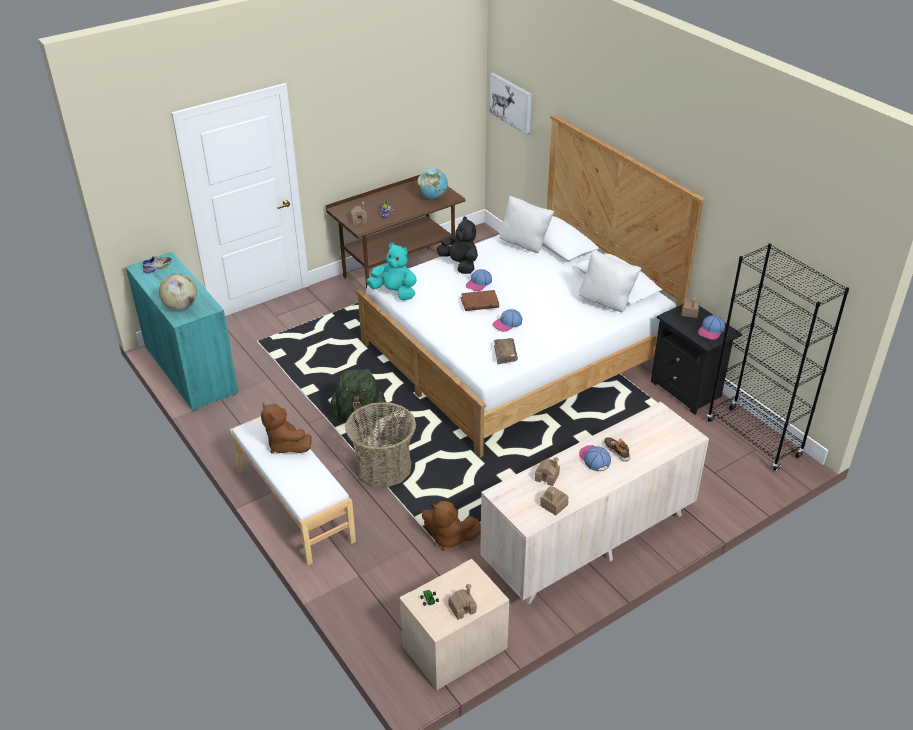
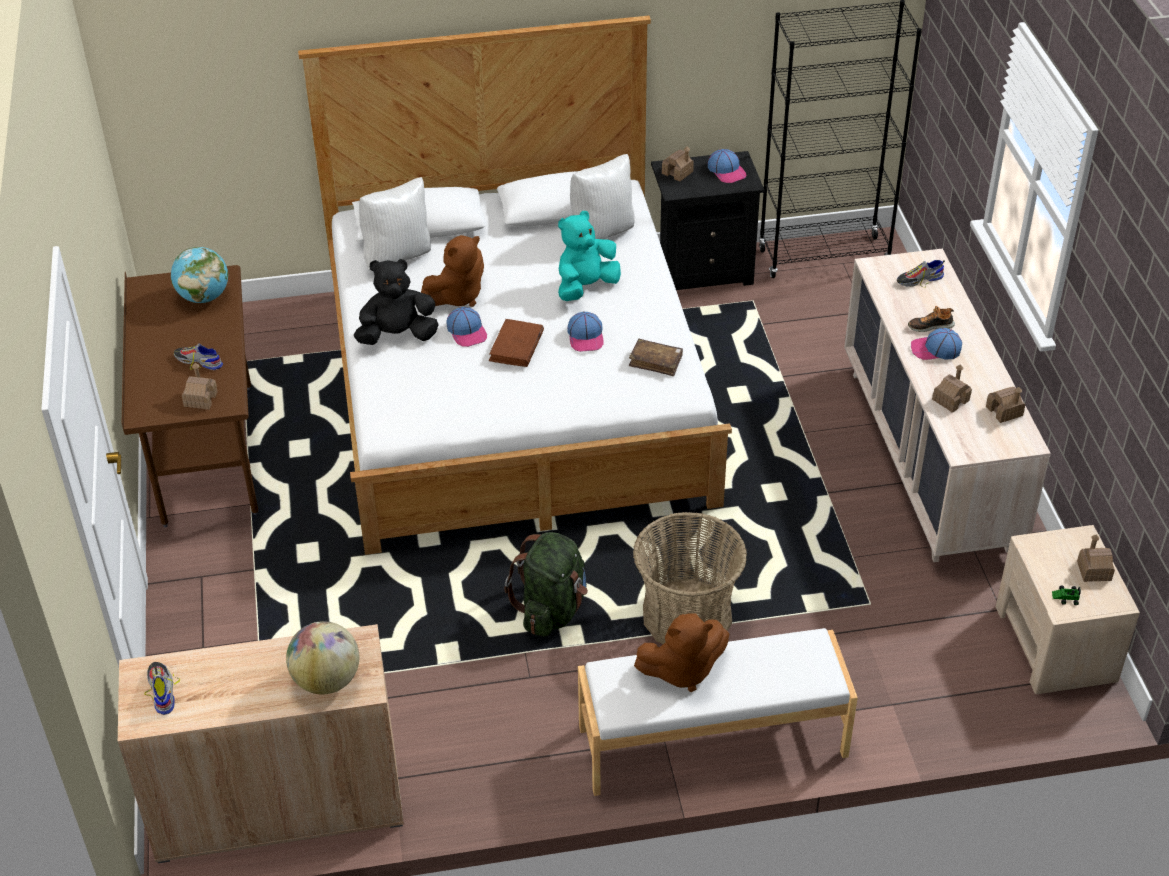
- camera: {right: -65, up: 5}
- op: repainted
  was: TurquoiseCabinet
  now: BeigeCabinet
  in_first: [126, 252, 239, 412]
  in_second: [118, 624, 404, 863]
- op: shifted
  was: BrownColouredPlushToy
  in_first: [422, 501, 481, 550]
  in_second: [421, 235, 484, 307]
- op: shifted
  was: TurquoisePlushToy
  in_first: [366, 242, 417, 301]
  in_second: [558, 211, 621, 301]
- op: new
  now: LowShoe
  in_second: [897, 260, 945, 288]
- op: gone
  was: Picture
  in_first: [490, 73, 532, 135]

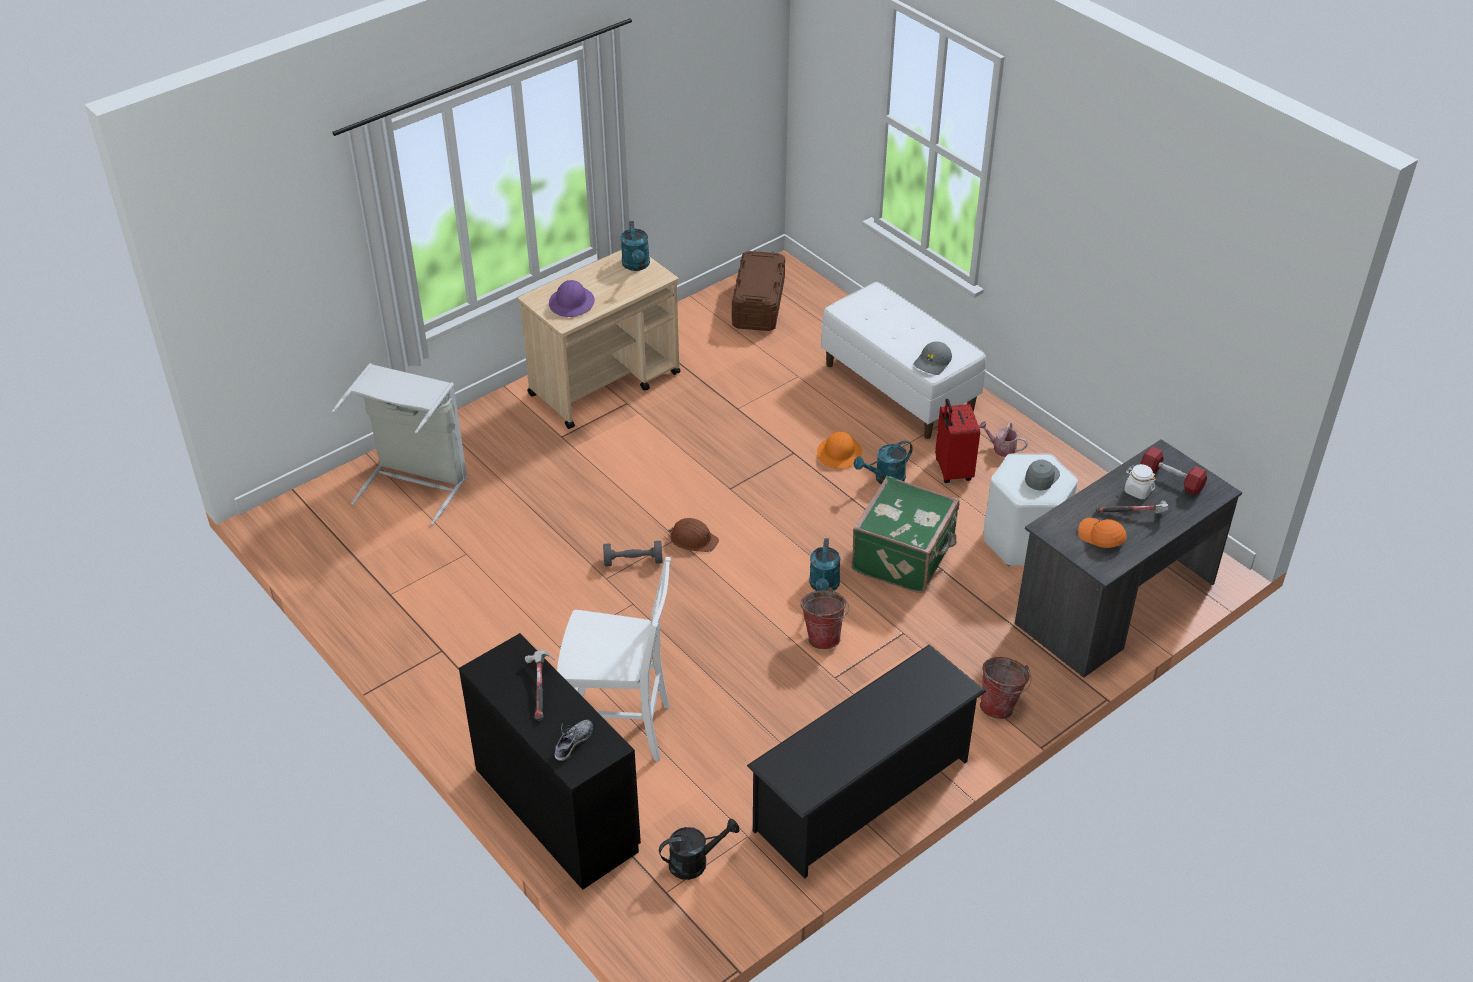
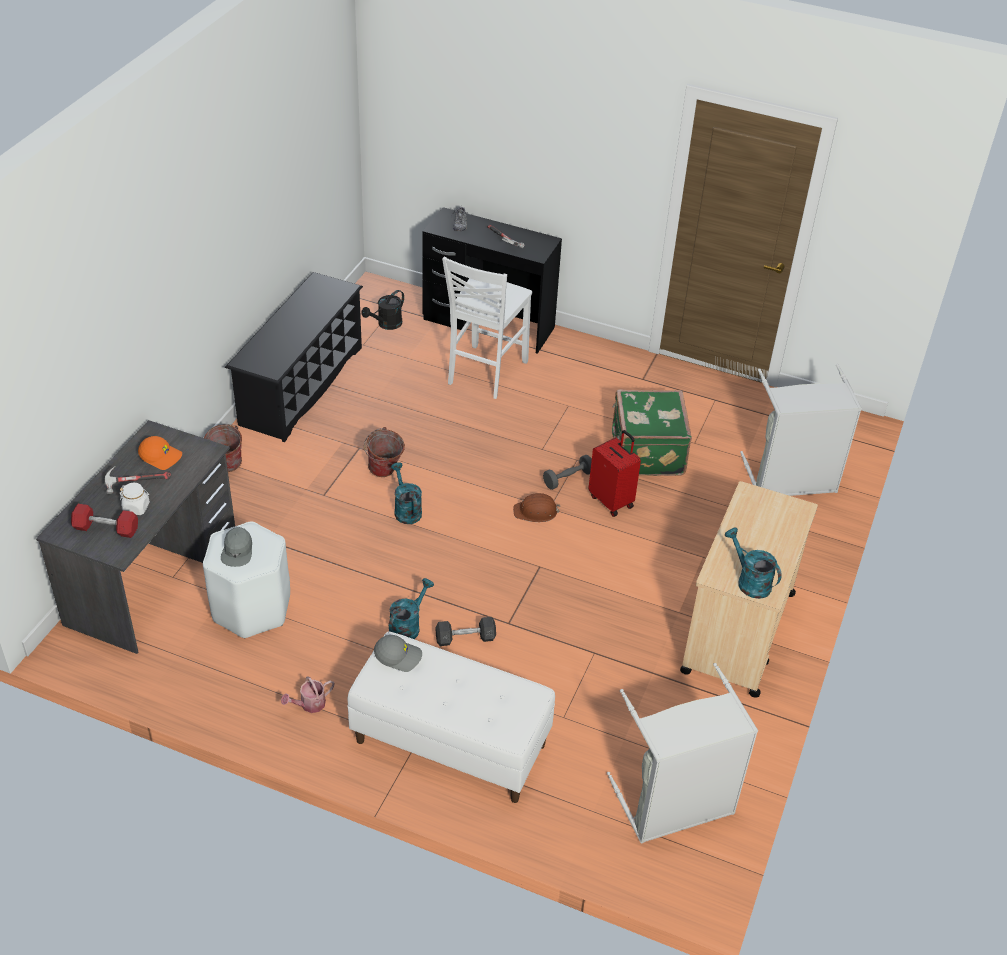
- camera: {right: 150, up: 0}
- op: rotated
  was: SprinklingCan
  in_first: [979, 421, 1028, 457]
  in_second: [281, 676, 334, 713]
  clockwise: 150
- op: rotated
  was: GreyCap
  in_first: [913, 341, 952, 375]
  in_second: [374, 635, 422, 672]
  clockwise: 90
- op: swapped
  was: OrangeHardHat
  now: GreyFreeWeight
  in_first: [817, 431, 862, 469]
  in_second: [435, 617, 496, 646]
- op: rotated
  was: WhitishChair
  in_first: [557, 557, 671, 761]
  in_second: [442, 256, 532, 399]
  clockwise: -45
- op: shifted
  was: RedColouredSuitcase
  in_first: [935, 399, 980, 483]
  in_second: [589, 430, 641, 517]
- op: swapped
  was: BrownColouredStorageBox
  now: GreyHamper
  in_first: [732, 250, 785, 331]
  in_second: [607, 663, 758, 843]
- op: shifted
  was: GreenColouredSuitcase
  in_first: [851, 476, 960, 593]
  in_second: [612, 389, 692, 476]
- op: gone
  was: PurplishHardHat
  in_first: [549, 280, 595, 317]

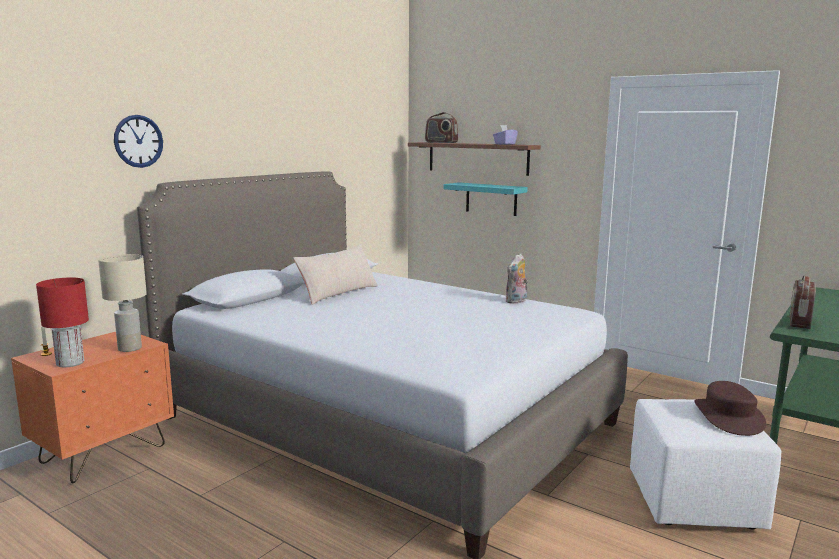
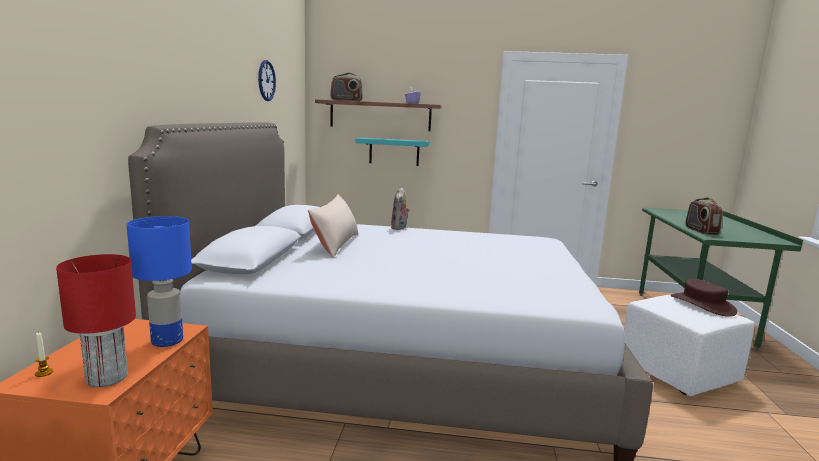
- camera: {right: -30, up: 0}
- op: repainted
  was: BeigeTableLamp
  now: BluishTableLamp
  in_first: [98, 254, 147, 352]
  in_second: [127, 216, 192, 347]
- op: shifted
  was: WallClock
  in_first: [114, 115, 163, 168]
  in_second: [258, 60, 276, 101]
- op: shifted
  was: PlushToy
  in_first: [506, 253, 528, 304]
  in_second: [391, 187, 410, 230]

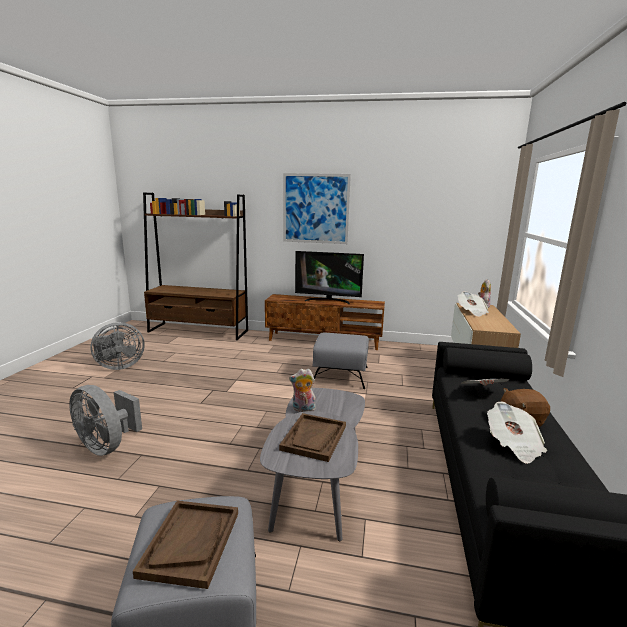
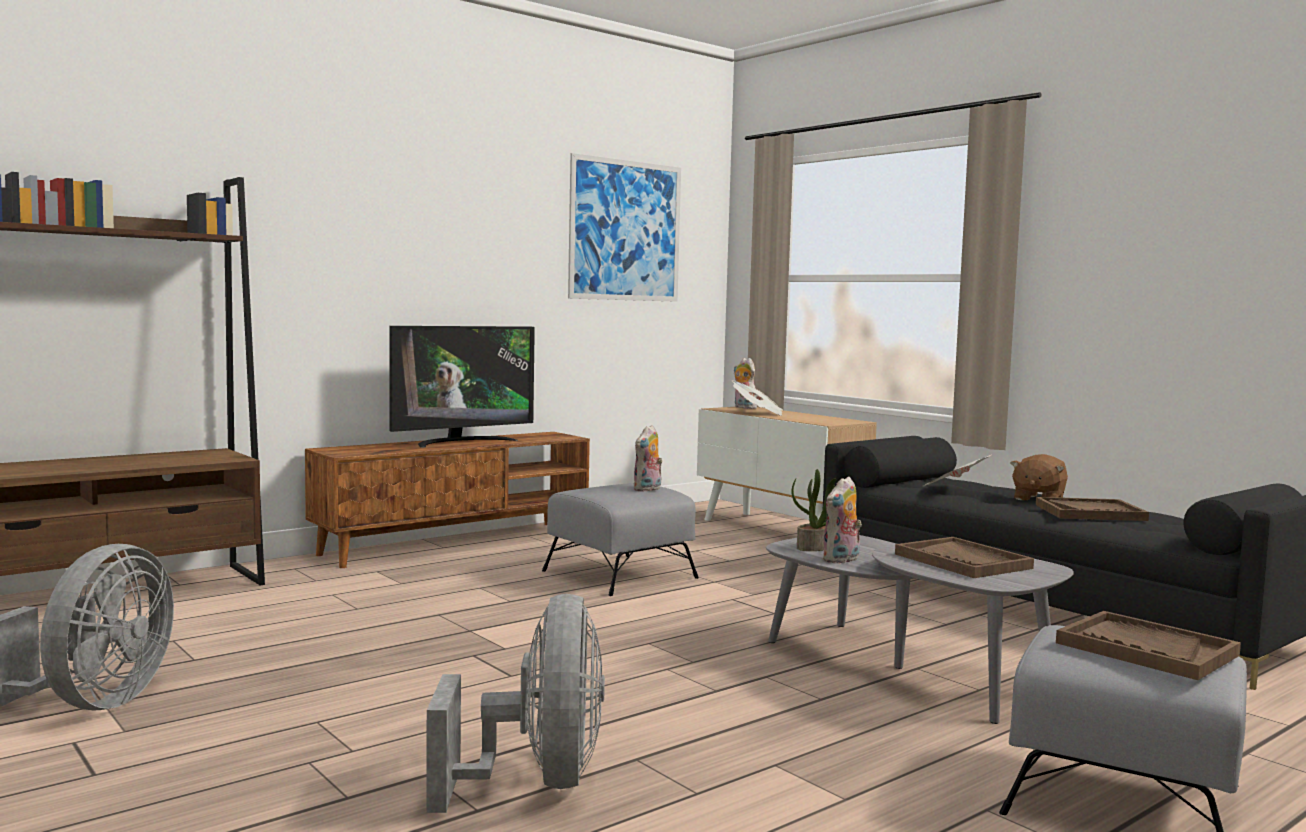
- camera: {right: -50, up: -10}
- op: rotated
  was: GreyElectricFan
  in_first: [69, 385, 142, 456]
  in_second: [426, 594, 605, 813]
  clockwise: -75
- op: shifted
  was: Picture
  in_first: [283, 173, 351, 244]
  in_second: [568, 153, 681, 302]
- op: new
  now: PlushToy
  in_second: [633, 425, 663, 492]
- op: new
  now: PottedPlant
  in_second: [791, 469, 836, 551]
- op: swapped
  was: Newspaper
  now: BrownColouredCarryingTray
  in_first: [487, 401, 547, 464]
  in_second: [1036, 497, 1149, 521]

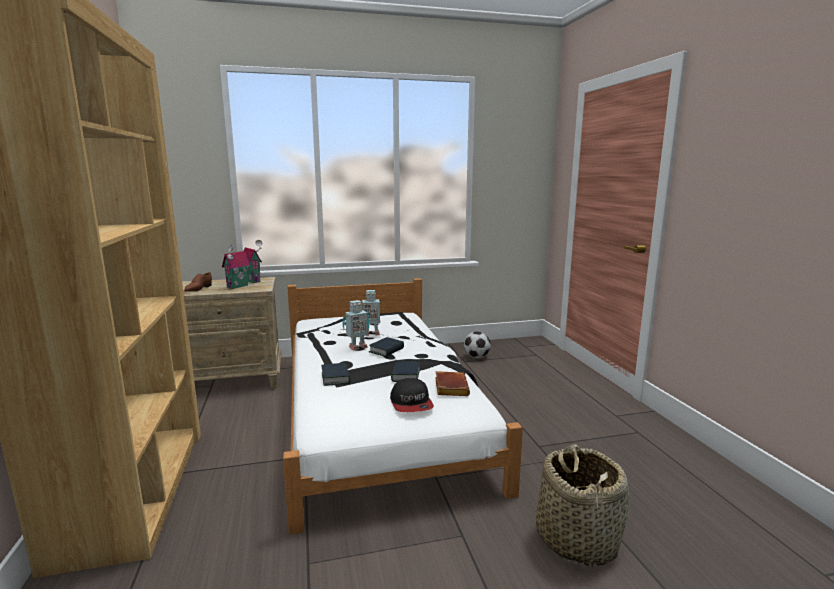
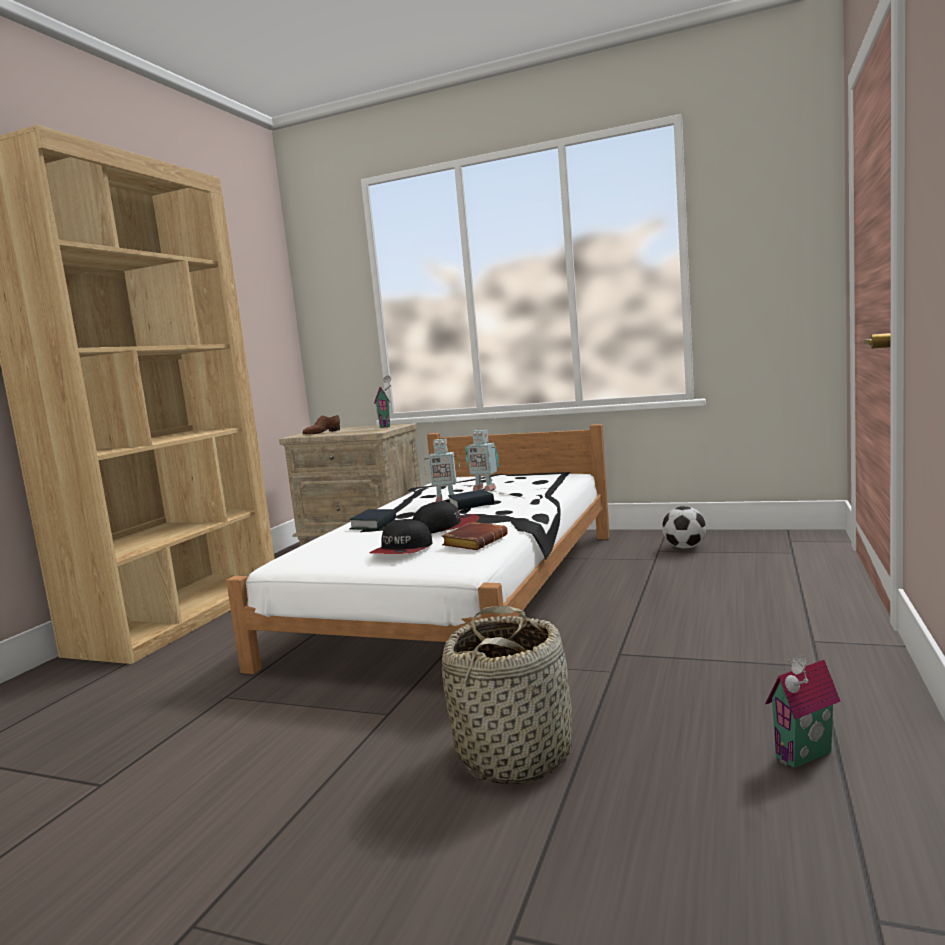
- camera: {right: 35, up: -5}
- op: swapped
  was: BoundBook
  now: Cap
  in_first: [391, 362, 420, 382]
  in_second: [413, 501, 479, 534]
- op: shifted
  was: MiniatureHouse
  in_first: [222, 245, 250, 289]
  in_second: [765, 655, 841, 768]

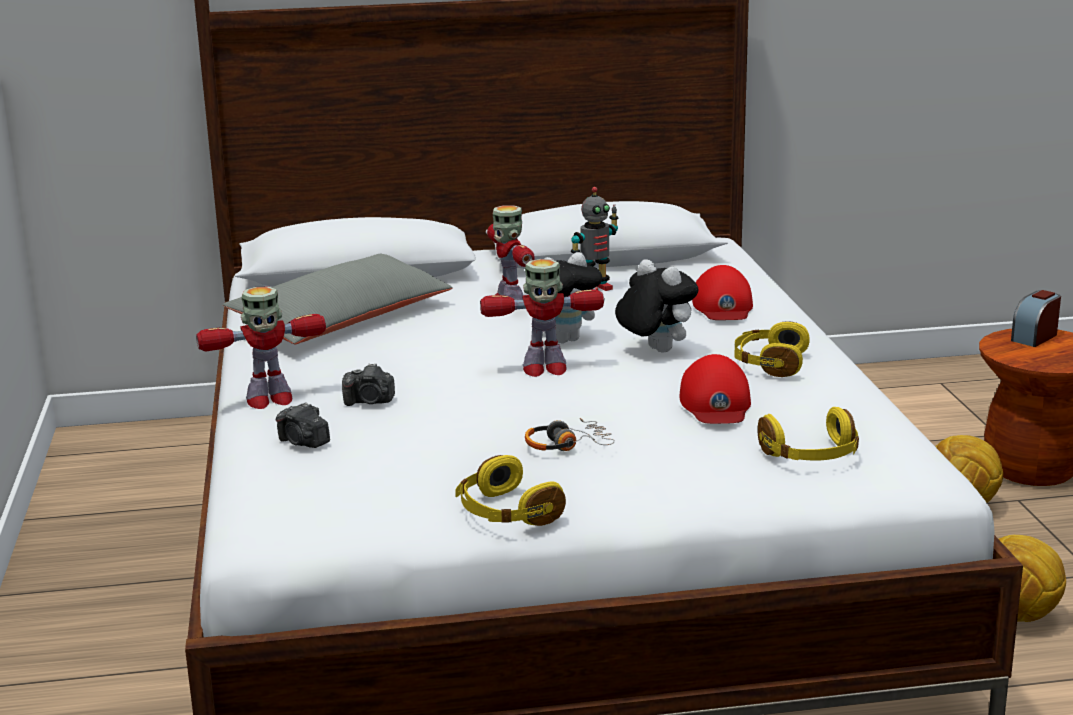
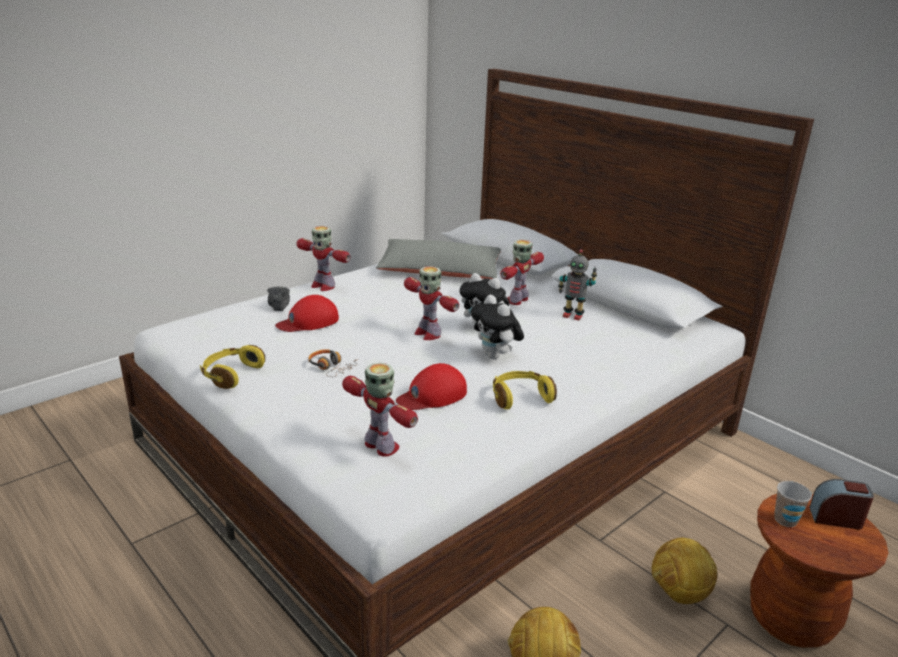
- camera: {right: 55, up: 5}
- op: shifted
  was: RedColouredCap
  in_first: [692, 265, 753, 320]
  in_second: [275, 295, 339, 332]
- op: swapped
  was: YellowishHeadphones
  now: ModelRobot
  in_first: [758, 407, 859, 461]
  in_second: [342, 362, 418, 457]
- op: rotated
  was: PlushToy
  in_first: [615, 259, 698, 352]
  in_second: [471, 295, 524, 359]
  clockwise: 135
- op: new
  now: Cup
  in_second: [774, 481, 812, 527]
- op: gone
  was: StillCamera
  in_first: [342, 363, 395, 406]

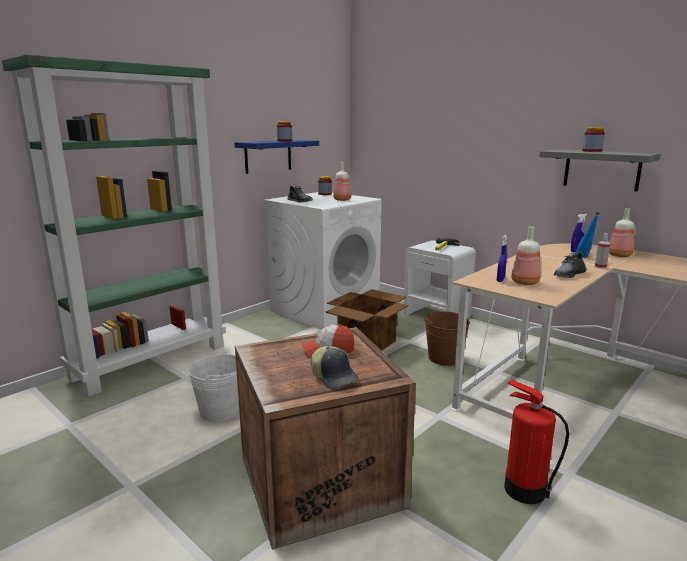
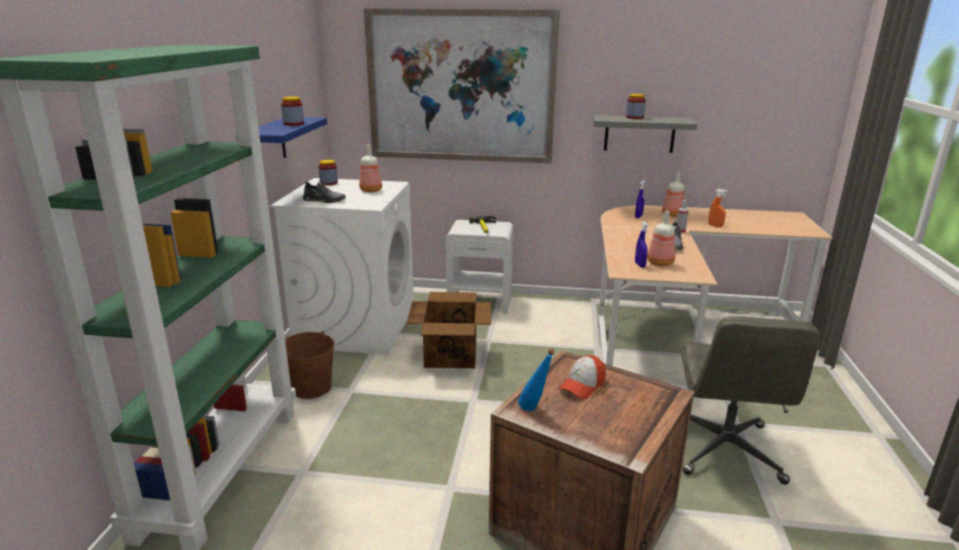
- camera: {right: -35, up: 5}
- op: shifted
  was: BrownColouredBucket
  in_first: [425, 311, 470, 366]
  in_second: [285, 331, 334, 399]
- op: new
  now: Picture
  in_second: [364, 9, 560, 163]
- op: shifted
  was: BluishBottle
  in_first: [575, 211, 600, 258]
  in_second: [518, 349, 555, 411]
- op: swapped
  was: FireExtinguisher
  now: GreyDeskChair
  in_first: [504, 380, 569, 504]
  in_second: [681, 316, 820, 485]
- op: new
  now: OrangeSprayer
  in_second: [708, 189, 728, 228]
- op: gone
  was: WhitishBucket
  in_first: [188, 352, 239, 422]
- op: gone
  was: Cap
  in_first: [310, 346, 359, 389]

